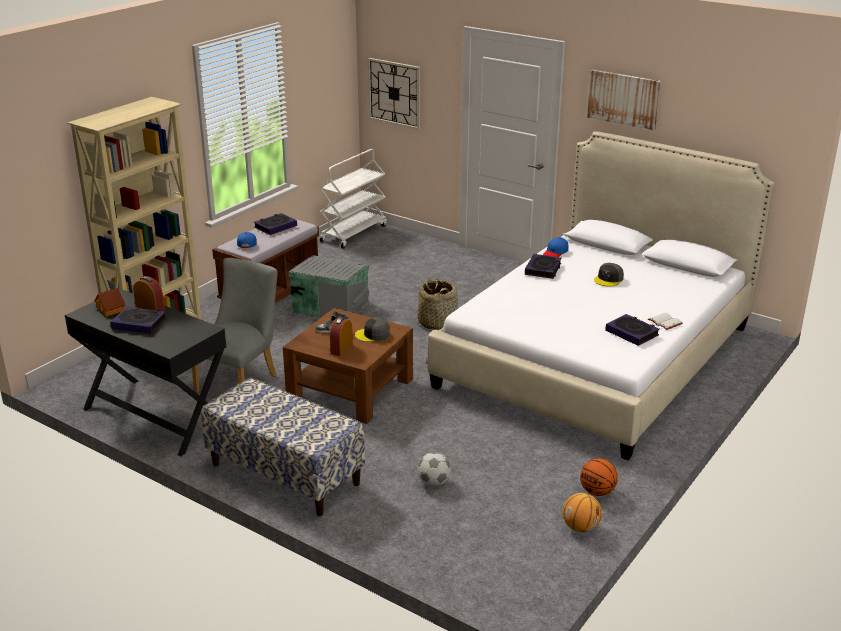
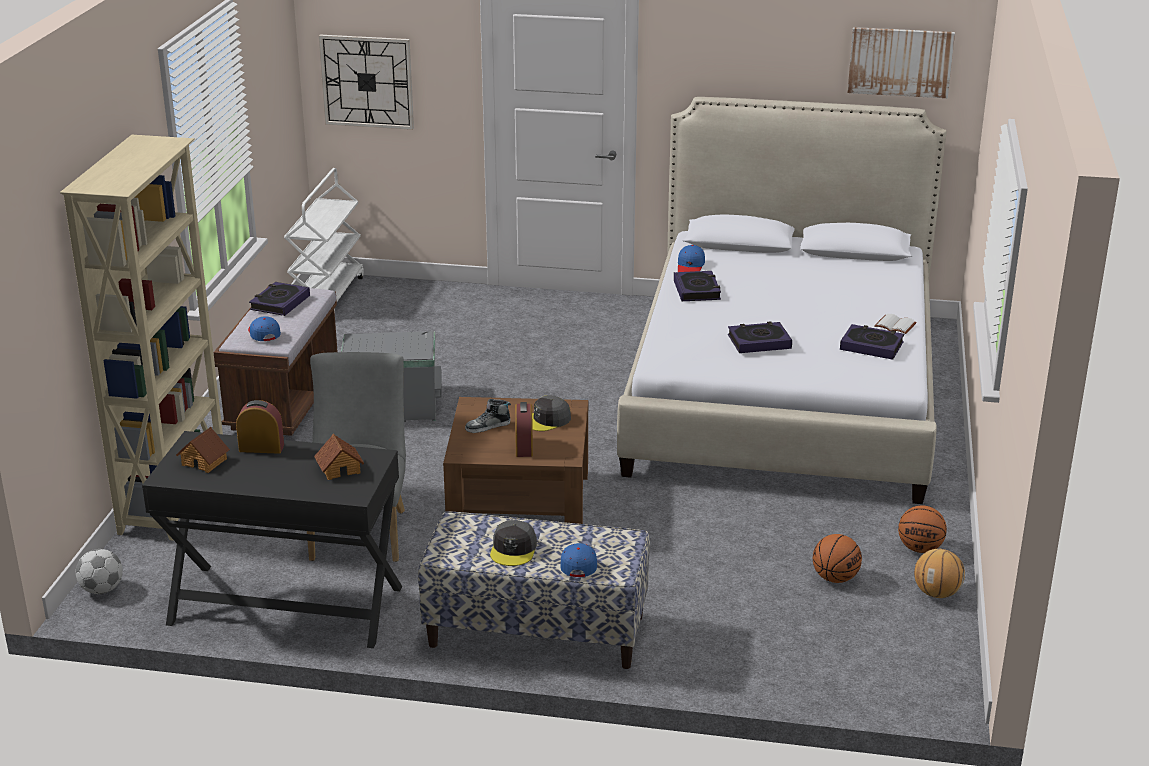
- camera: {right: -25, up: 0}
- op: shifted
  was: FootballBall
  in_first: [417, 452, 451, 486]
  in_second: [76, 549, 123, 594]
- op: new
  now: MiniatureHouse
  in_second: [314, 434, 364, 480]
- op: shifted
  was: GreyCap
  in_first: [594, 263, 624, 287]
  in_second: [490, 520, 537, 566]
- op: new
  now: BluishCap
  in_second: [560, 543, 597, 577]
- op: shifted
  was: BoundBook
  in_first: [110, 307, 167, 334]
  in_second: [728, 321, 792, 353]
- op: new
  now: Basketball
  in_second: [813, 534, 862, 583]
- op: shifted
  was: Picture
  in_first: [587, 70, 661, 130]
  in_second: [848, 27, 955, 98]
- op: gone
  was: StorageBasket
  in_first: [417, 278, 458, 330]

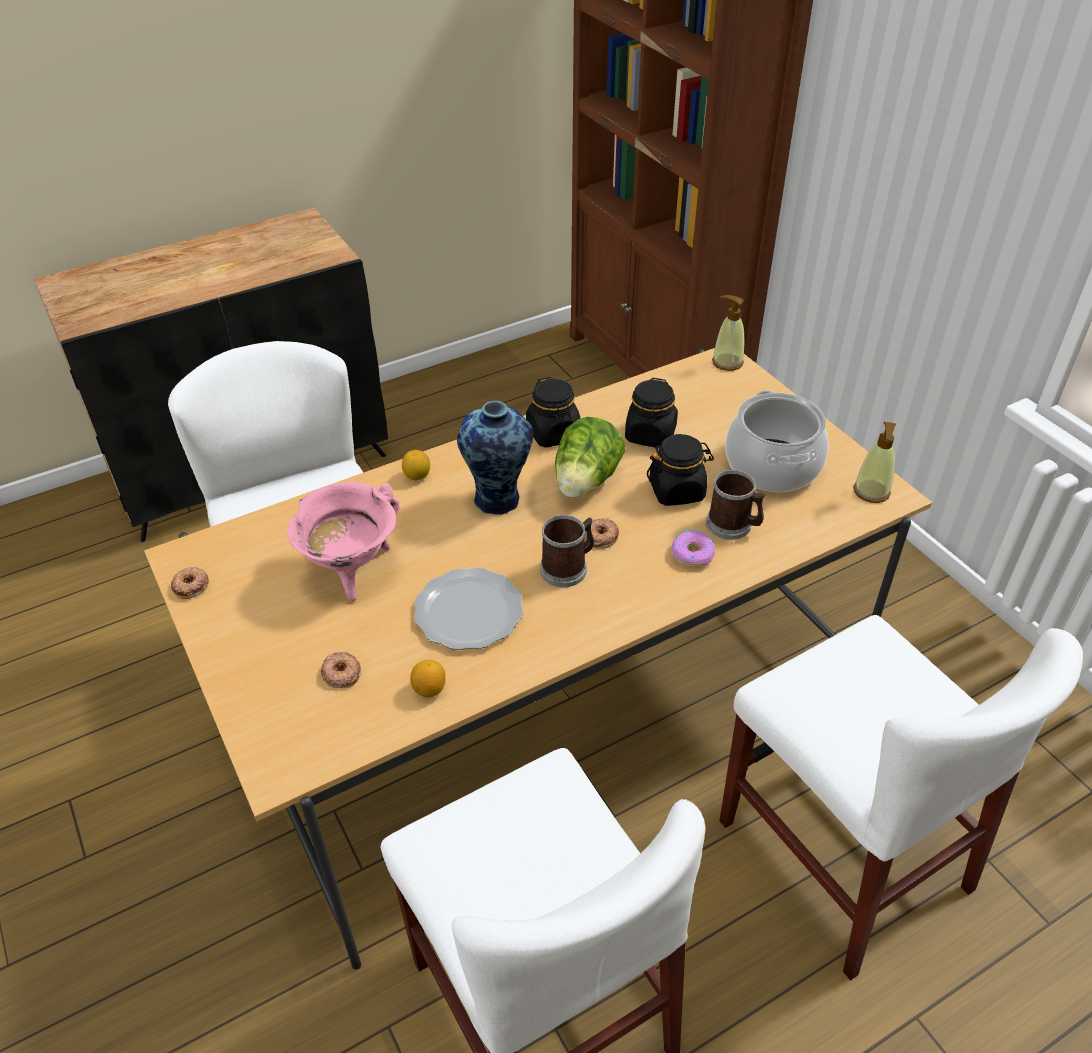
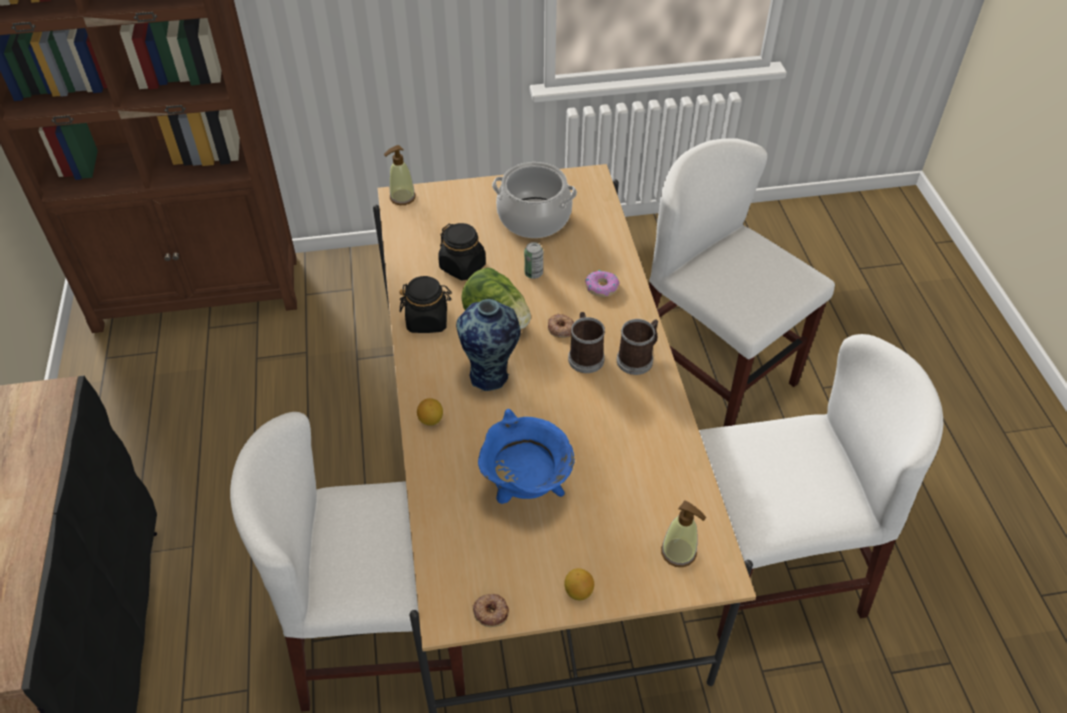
- camera: {right: -70, up: 5}
- op: repainted
  was: PinkColouredSaucepot
  now: BluishSaucepot
  in_first: [287, 482, 399, 601]
  in_second: [478, 409, 575, 504]
- op: swapped
  was: BlackishPreserveJar
  now: SealedCan
  in_first: [647, 434, 714, 506]
  in_second: [524, 242, 543, 279]
- op: shifted
  was: CitrusFruit
  in_first: [410, 660, 446, 697]
  in_second: [564, 568, 594, 600]
- op: shifted
  was: TeaMug
  in_first: [706, 470, 765, 540]
  in_second: [617, 319, 658, 375]
- op: rotated
  was: WhitishChair
  in_first: [719, 615, 1083, 980]
  in_second: [649, 139, 835, 427]
  clockwise: -120
- op: shifted
  was: SoapBottle
  in_first: [854, 422, 896, 503]
  in_second: [661, 501, 706, 567]
- op: gone
  was: Doughnut
  in_first: [321, 651, 361, 688]
- op: gone
  was: DinnerPlate
  in_first: [414, 568, 523, 650]

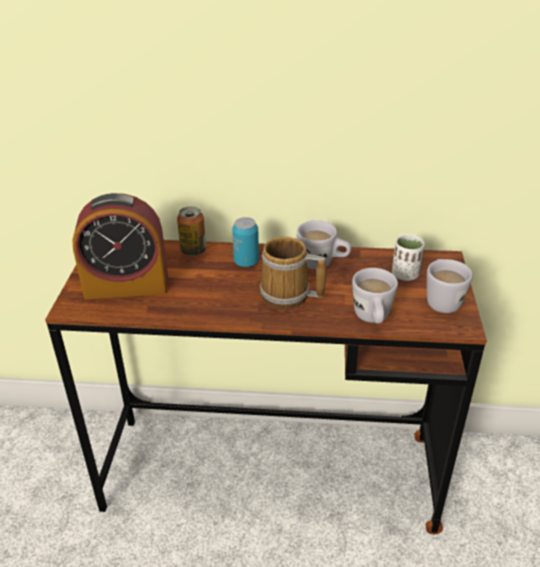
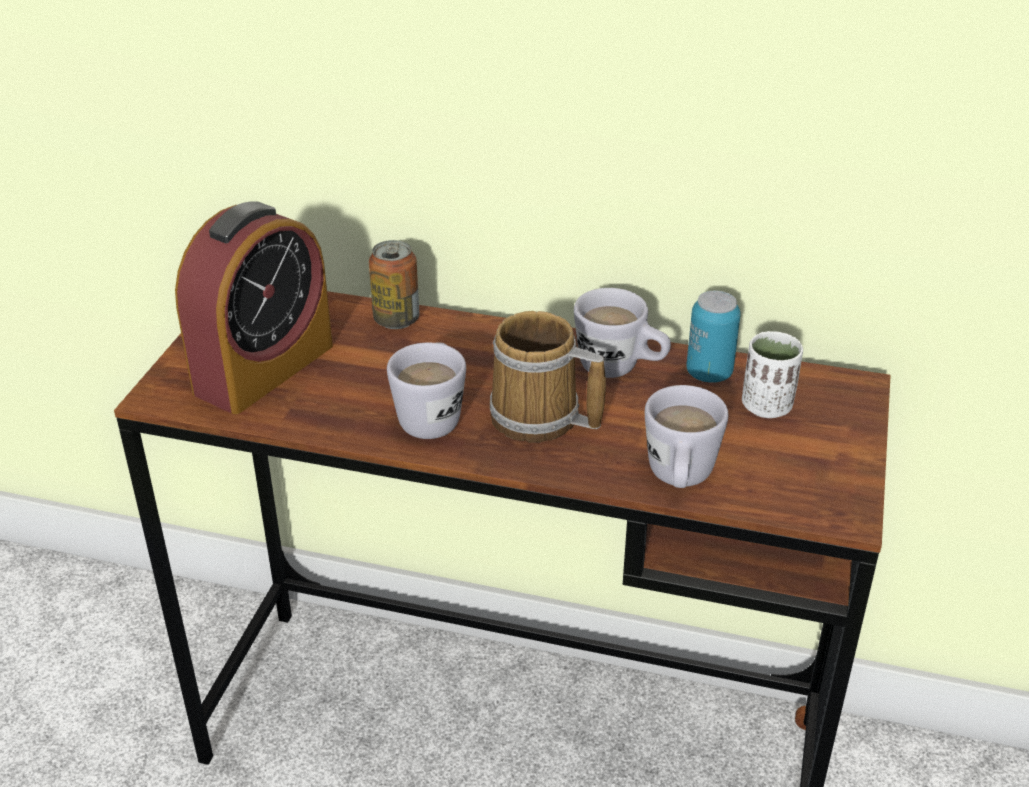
- camera: {right: 10, up: 0}
- op: rotated
  was: BedsideClock
  in_first: [72, 193, 168, 300]
  in_second: [175, 202, 333, 414]
  clockwise: -60
- op: shifted
  was: WhitishTeaMug
  in_first: [427, 259, 473, 313]
  in_second: [387, 342, 466, 439]
- op: shifted
  was: SealedCan
  in_first: [232, 217, 259, 267]
  in_second: [686, 291, 741, 383]

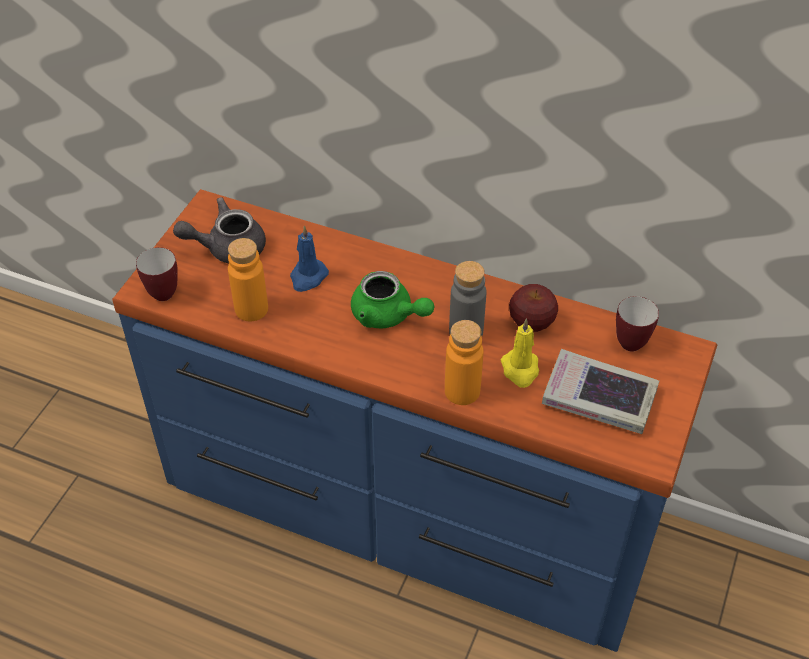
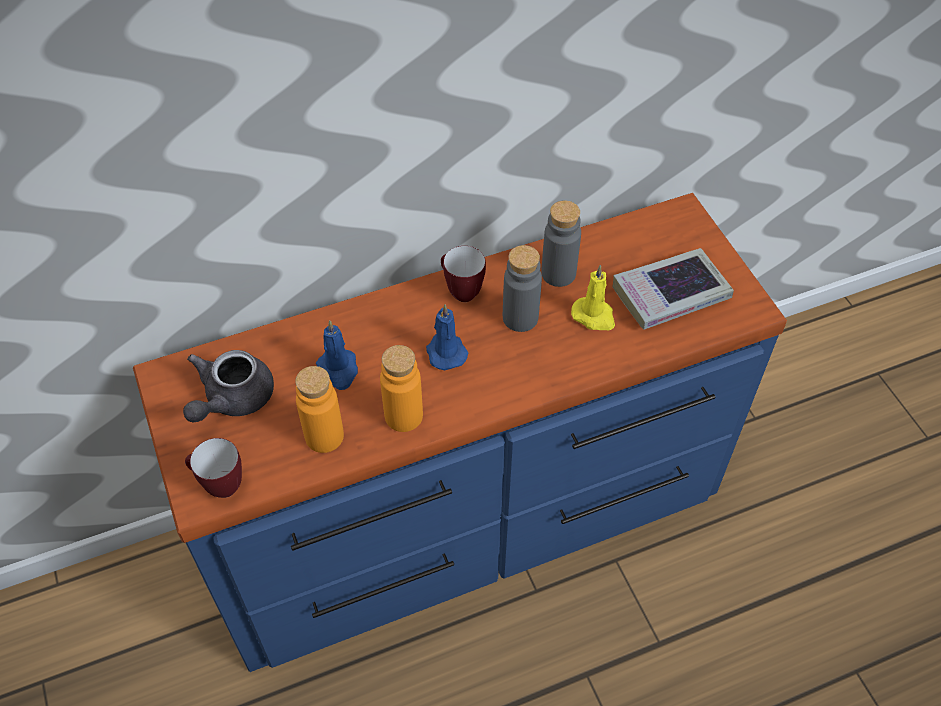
- camera: {right: -45, up: 5}
- op: shifted
  was: OrangeBottle
  in_first: [445, 320, 484, 405]
  in_second: [380, 345, 423, 432]
- op: swapped
  was: GreenColouredPotForTea
  now: BluishWaxLight
  in_first: [351, 271, 434, 328]
  in_second: [426, 304, 468, 370]
- op: shifted
  was: TeaMug
  in_first: [616, 296, 659, 352]
  in_second: [441, 246, 486, 302]
- op: swapped
  was: Apple
  now: GreyBottle
  in_first: [509, 284, 558, 332]
  in_second: [541, 201, 581, 287]

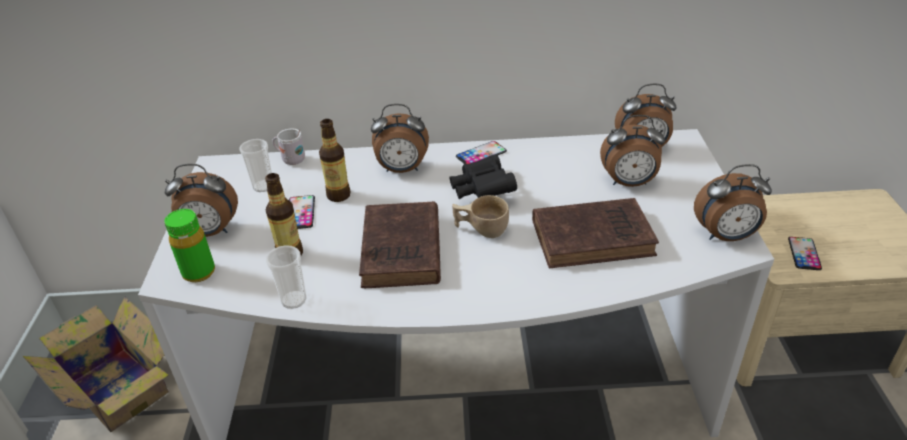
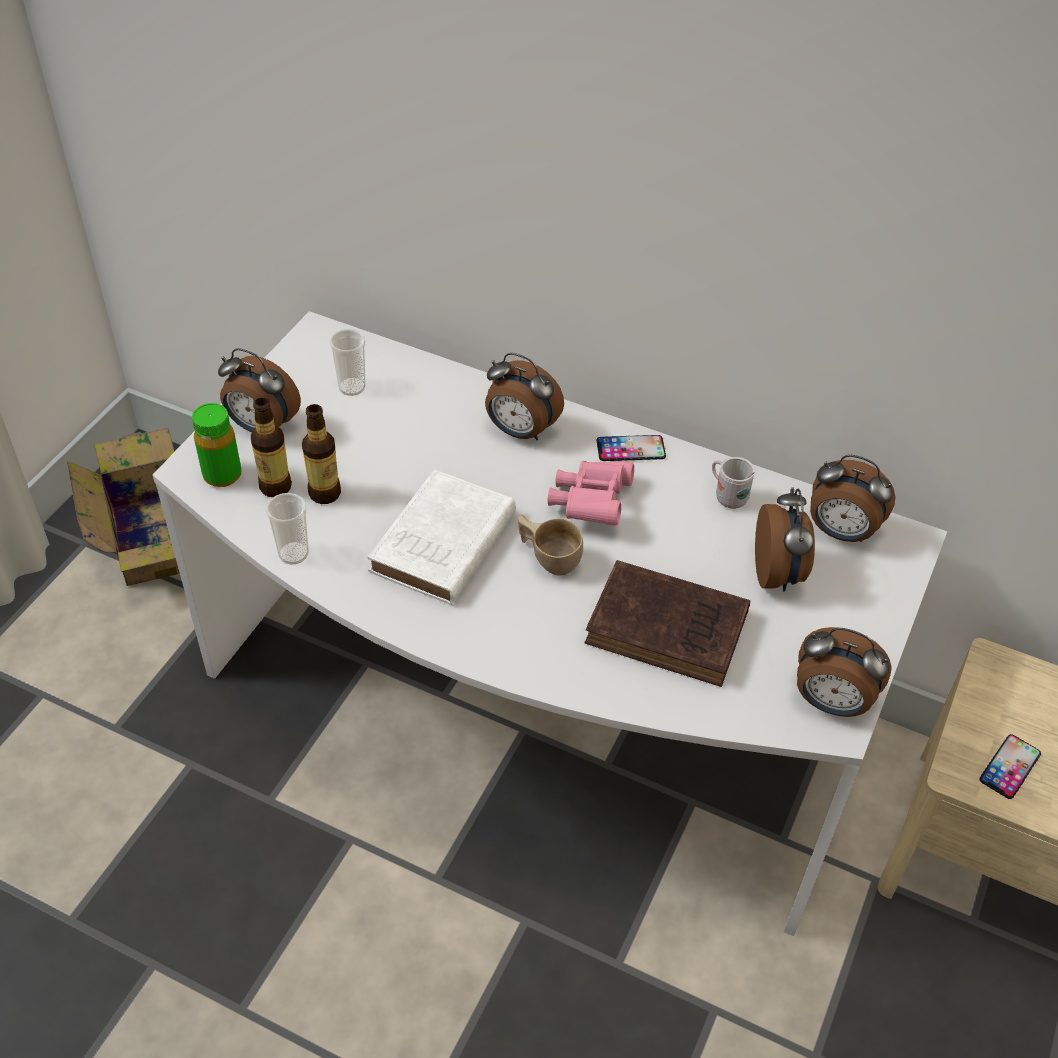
- camera: {right: 25, up: 10}
- op: shifted
  was: Bottle
  in_first: [319, 119, 350, 202]
  in_second: [251, 398, 292, 497]
- op: repainted
  was: BrownColouredBoundBook
  now: WhitishBoundBook
  in_first: [359, 201, 441, 288]
  in_second: [367, 470, 516, 605]
- op: repainted
  was: BlackishPairOfBinoculars
  now: PinkColouredPairOfBinoculars
  in_first: [449, 154, 517, 199]
  in_second: [548, 461, 634, 526]
- op: shifted
  was: WhitishTeaMug
  in_first: [272, 129, 305, 165]
  in_second: [712, 457, 755, 509]
- op: rotated
  was: BedsideClock
  in_first: [600, 115, 665, 187]
  in_second: [755, 487, 815, 592]
  clockwise: -120
- op: gone
  was: Phone
  in_first: [289, 195, 315, 229]

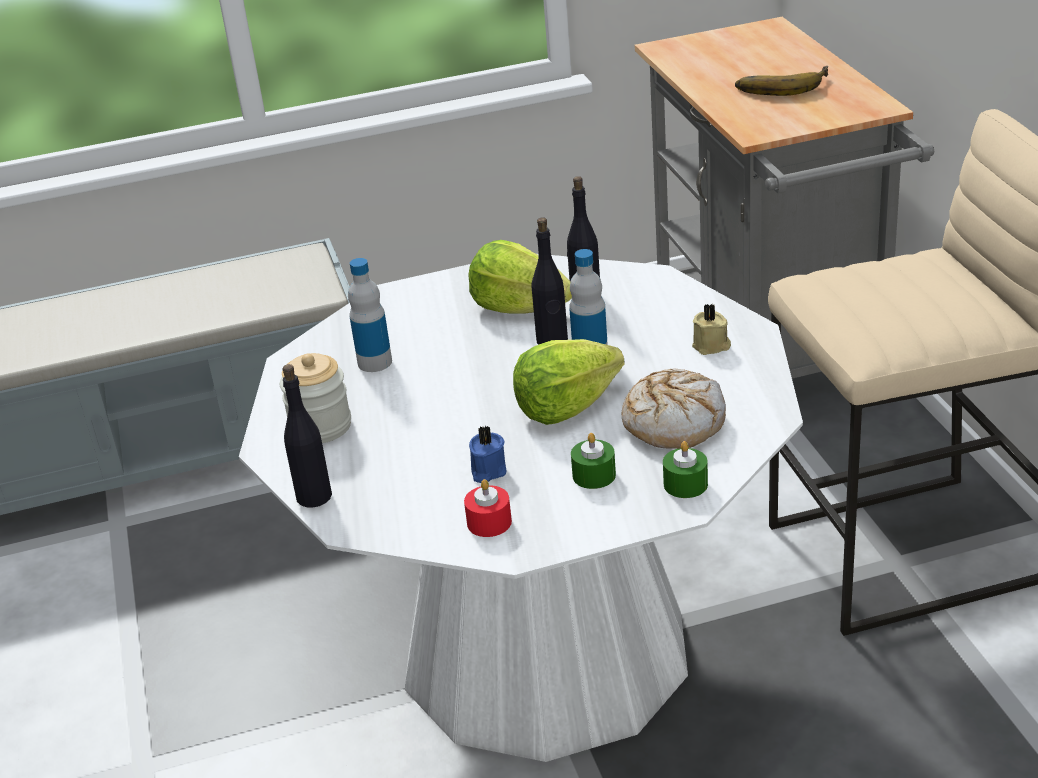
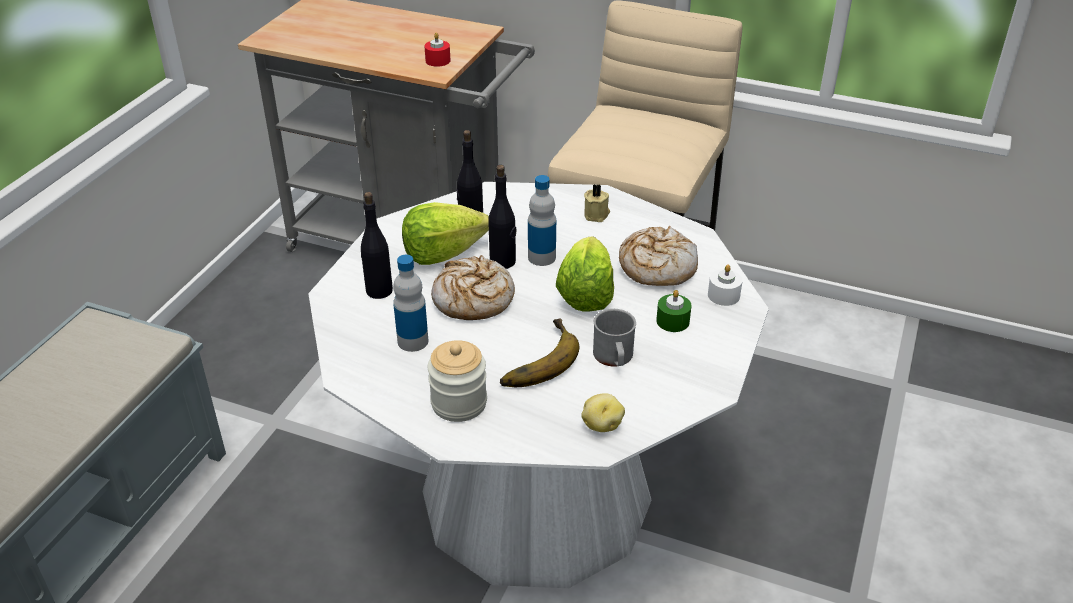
- camera: {right: -55, up: 5}
- op: shifted
  was: BlackishBottle
  in_first: [282, 364, 332, 507]
  in_second: [361, 192, 393, 299]
- op: shifted
  was: RedColouredWaxLight
  in_first: [464, 479, 512, 537]
  in_second: [424, 33, 451, 67]
- op: new
  now: BakedBread
  in_second: [431, 255, 515, 320]
- op: shifted
  was: BananaFruit
  in_first: [735, 66, 828, 96]
  in_second: [500, 319, 579, 387]
- op: new
  now: WholePotato
  in_second: [581, 393, 625, 432]
- op: swapped
  was: BluishWaxLight
  now: GreyTeaMug
  in_first: [469, 425, 507, 483]
  in_second: [593, 309, 636, 367]
- op: repainted
  was: GreenColouredWaxLight
  now: WhitishWaxLight
  in_first: [663, 441, 708, 498]
  in_second: [708, 264, 743, 306]

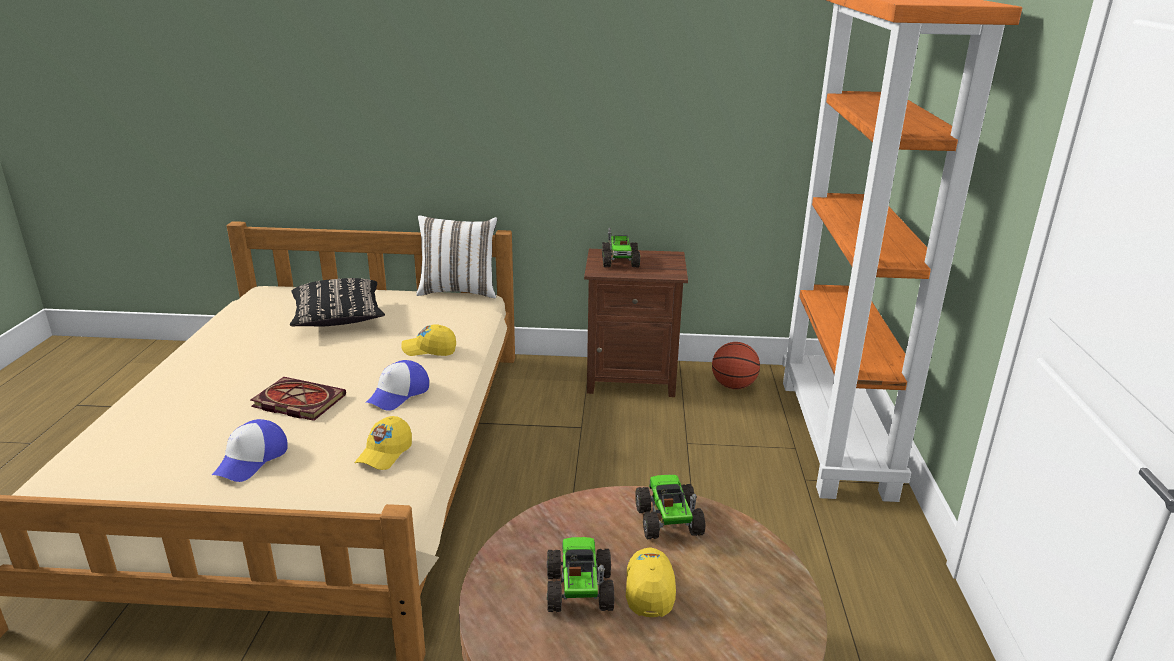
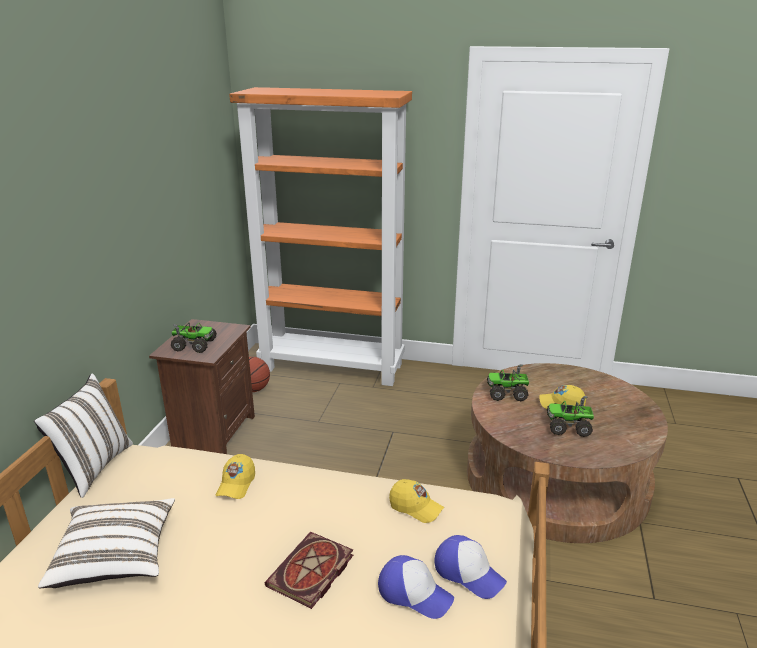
- camera: {right: -80, up: 0}
- op: repainted
  was: BlackishPillow
  now: WhitishPillow
  in_first: [290, 278, 385, 327]
  in_second: [38, 498, 175, 588]
- op: shifted
  was: Cap
  in_first: [365, 360, 429, 411]
  in_second: [434, 535, 507, 599]

